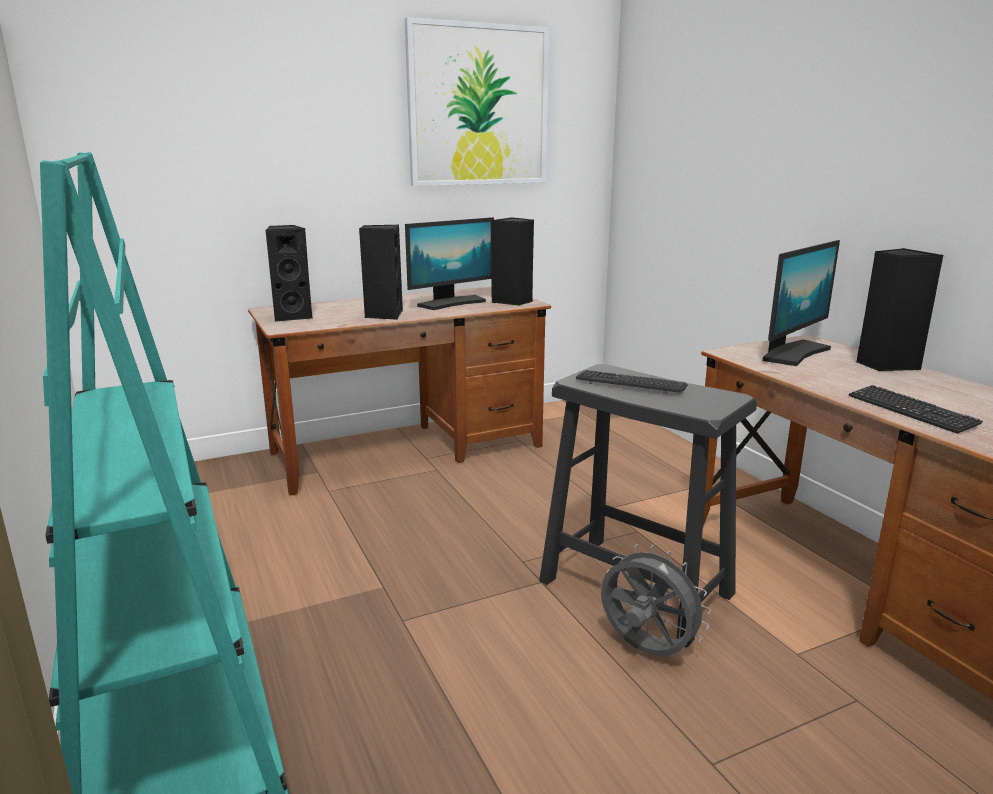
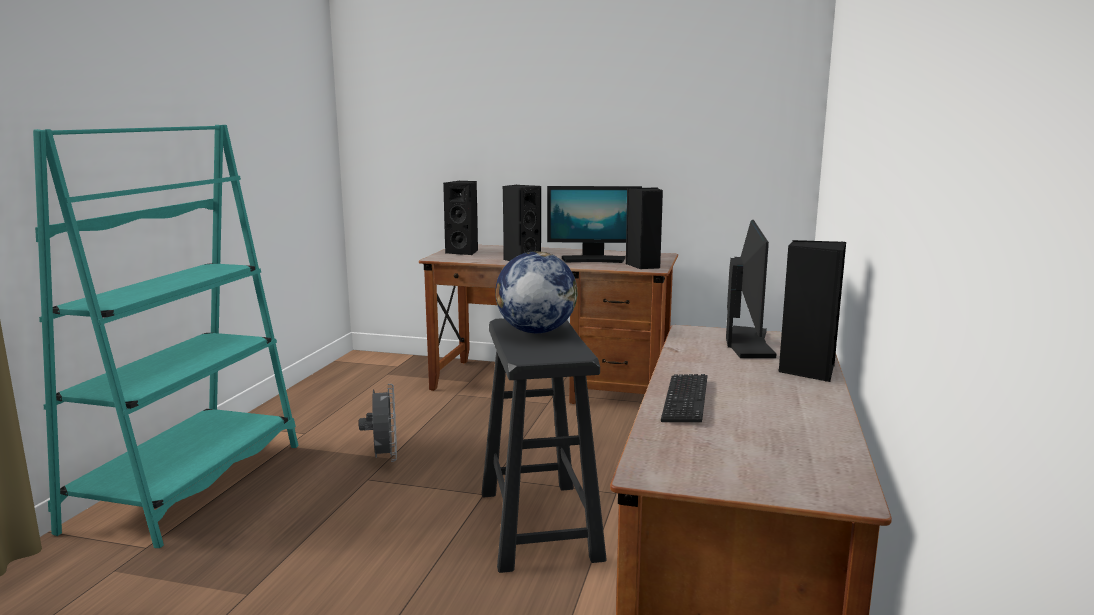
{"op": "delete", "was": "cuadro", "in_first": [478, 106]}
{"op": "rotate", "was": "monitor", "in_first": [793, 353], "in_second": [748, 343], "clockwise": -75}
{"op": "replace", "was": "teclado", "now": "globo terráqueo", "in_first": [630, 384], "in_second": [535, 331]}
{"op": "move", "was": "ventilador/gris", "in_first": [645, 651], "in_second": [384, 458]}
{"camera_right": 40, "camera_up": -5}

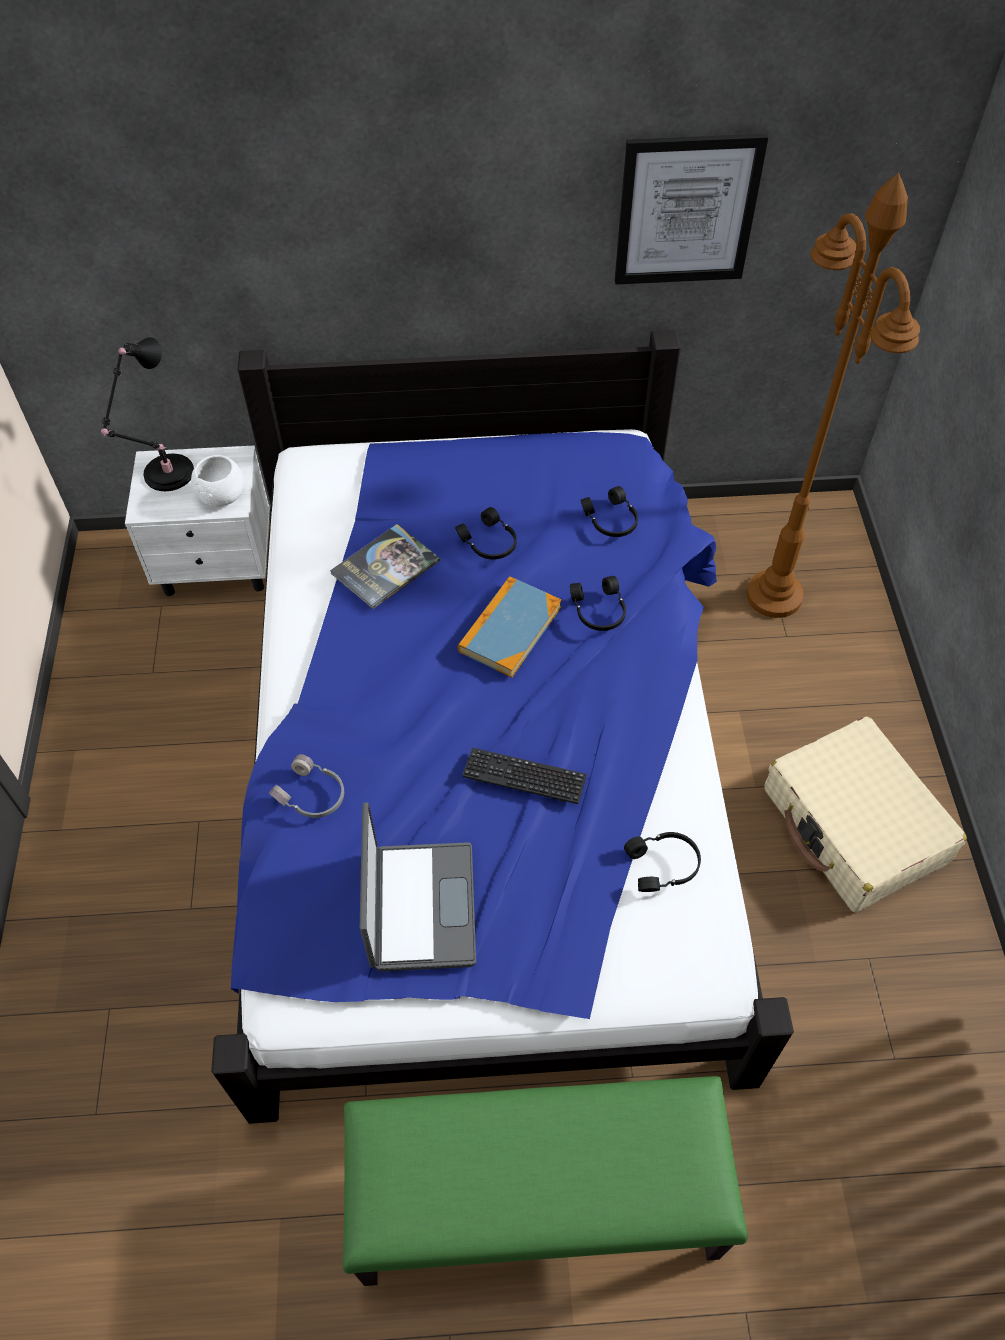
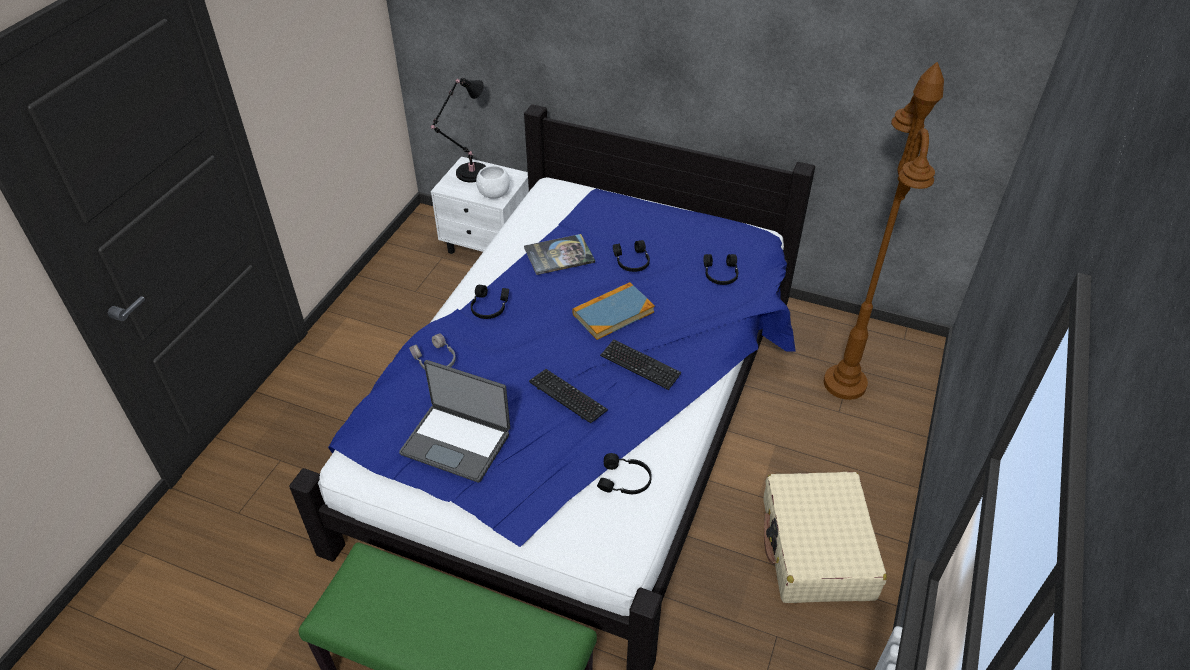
{"op": "delete", "was": "cuadro", "in_first": [686, 211]}
{"op": "move", "was": "auriculares/negro", "in_first": [598, 611], "in_second": [489, 307]}
{"op": "rotate", "was": "portátil", "in_first": [419, 906], "in_second": [457, 442], "clockwise": 90}
{"op": "insert", "now": "teclado", "in_second": [640, 365]}
{"camera_right": 25, "camera_up": -10}

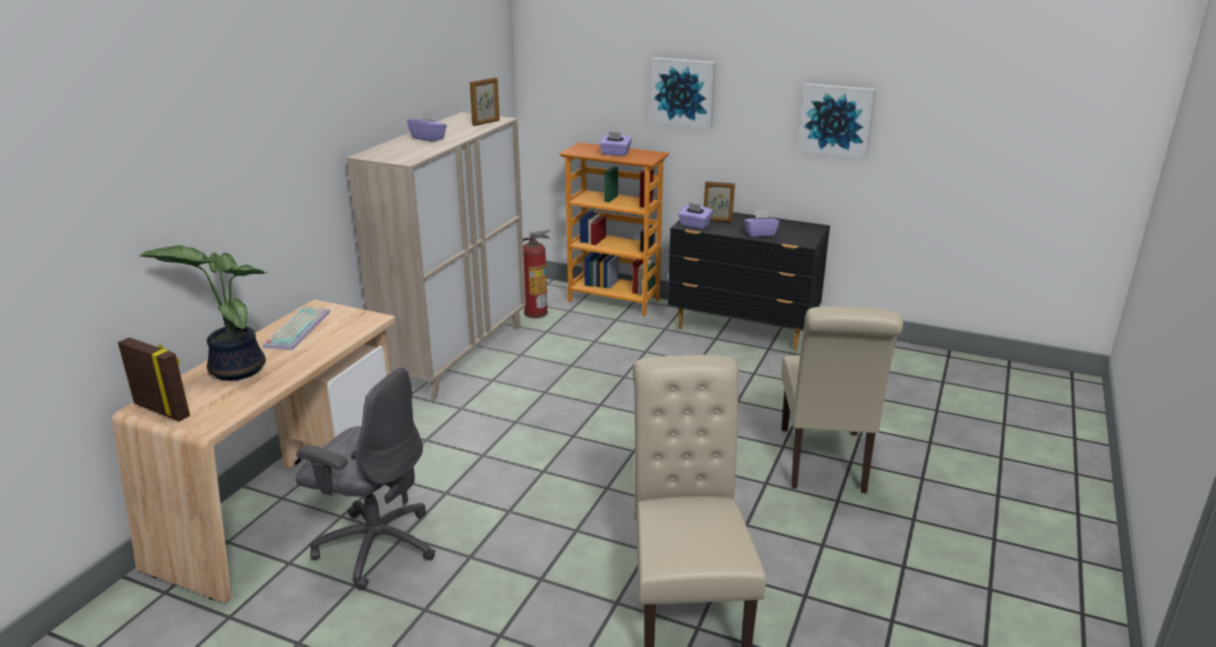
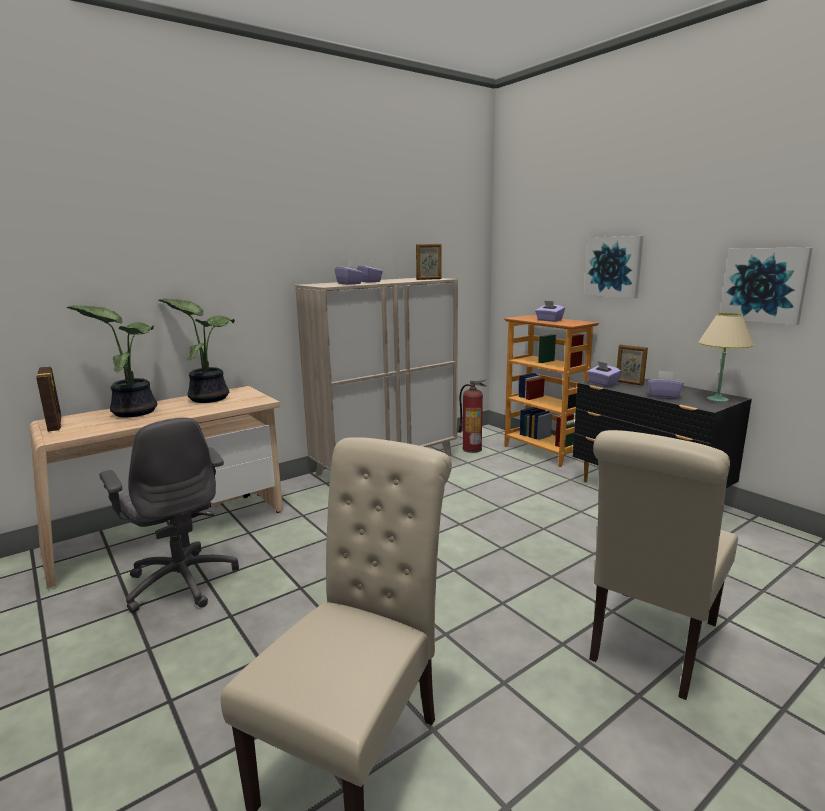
{"op": "replace", "was": "teclado", "now": "planta en maceta", "in_first": [296, 328], "in_second": [209, 398]}
{"op": "insert", "now": "caja de pañuelos/morado", "in_second": [349, 283]}
{"op": "insert", "now": "lámpara de mesa/beis", "in_second": [717, 399]}
{"camera_right": 30, "camera_up": -10}

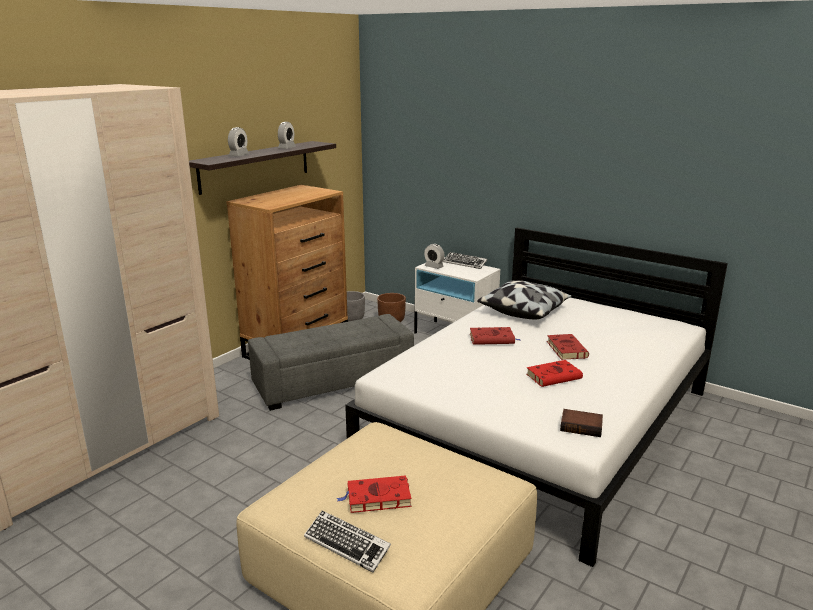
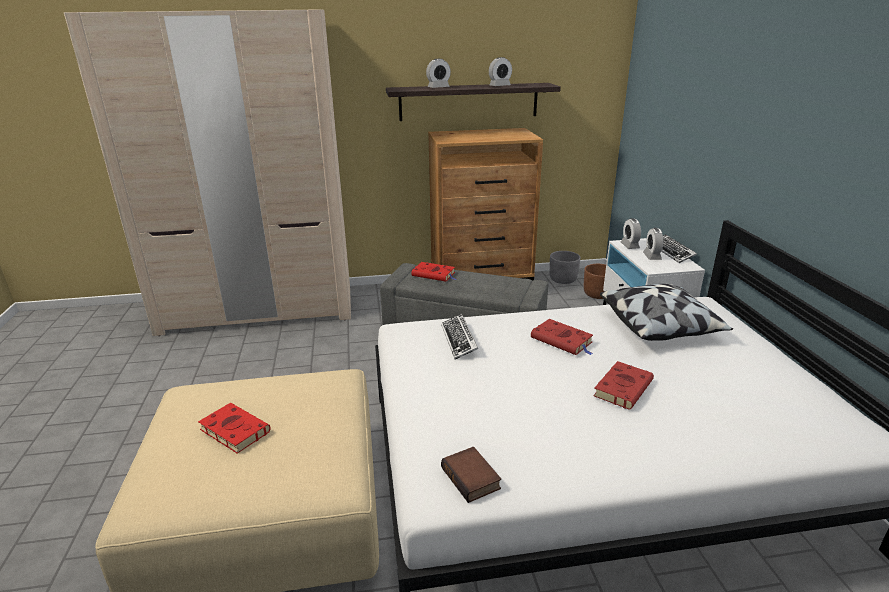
{"op": "move", "was": "libro/rojo", "in_first": [555, 376], "in_second": [434, 274]}
{"op": "move", "was": "teclado", "in_first": [347, 545], "in_second": [459, 340]}
{"op": "insert", "now": "despertador", "in_second": [652, 256]}
{"camera_right": 45, "camera_up": 5}

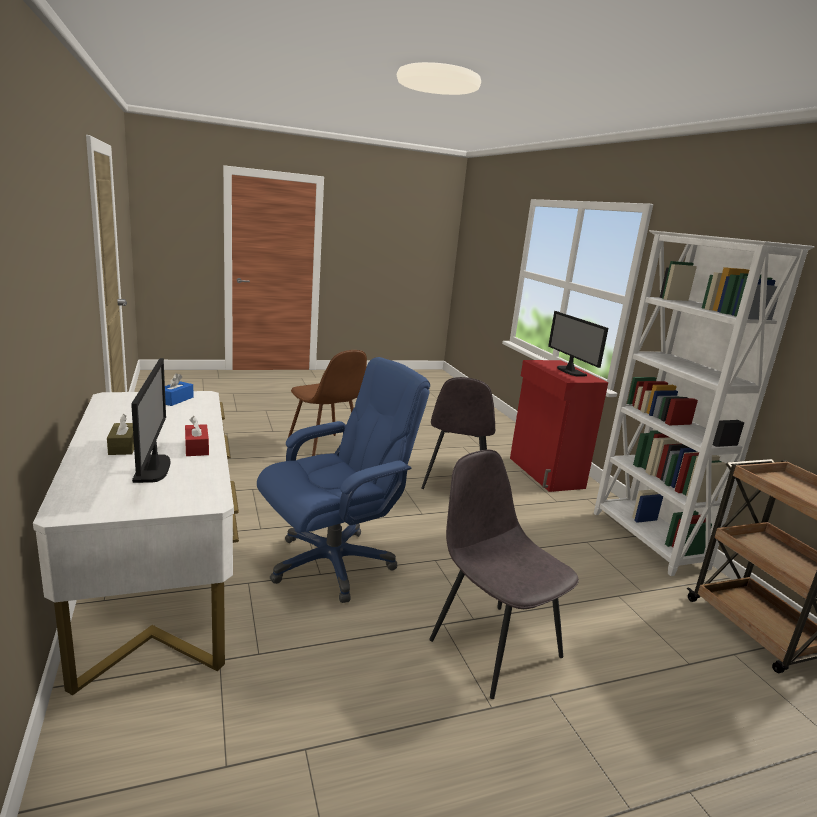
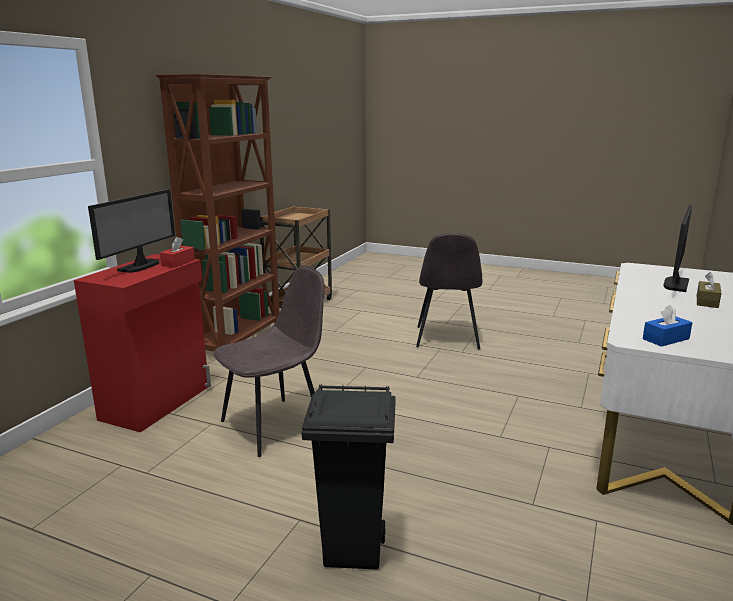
{"op": "recolor", "was": "estantería/blanco", "now": "estantería/marrón", "in_first": [647, 540], "in_second": [238, 339]}
{"op": "replace", "was": "silla/marrón", "now": "papelera/negro", "in_first": [325, 449], "in_second": [354, 551]}
{"op": "delete", "was": "silla de oficina/azul", "in_first": [333, 563]}
{"op": "move", "was": "caja de pañuelos/rojo", "in_first": [197, 447], "in_second": [178, 263]}
{"camera_right": -135, "camera_up": 0}

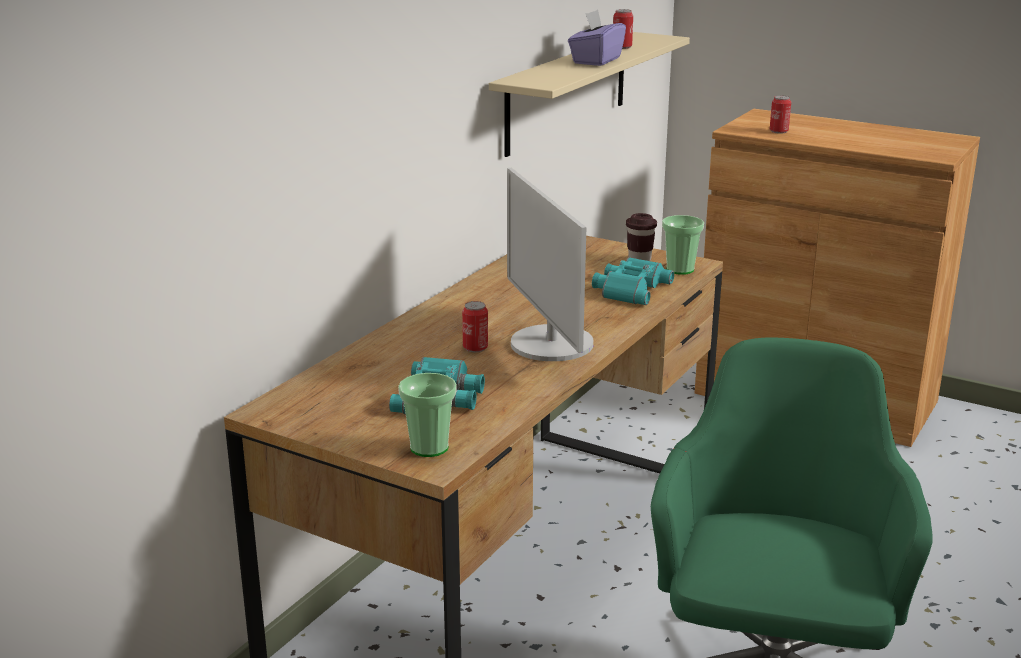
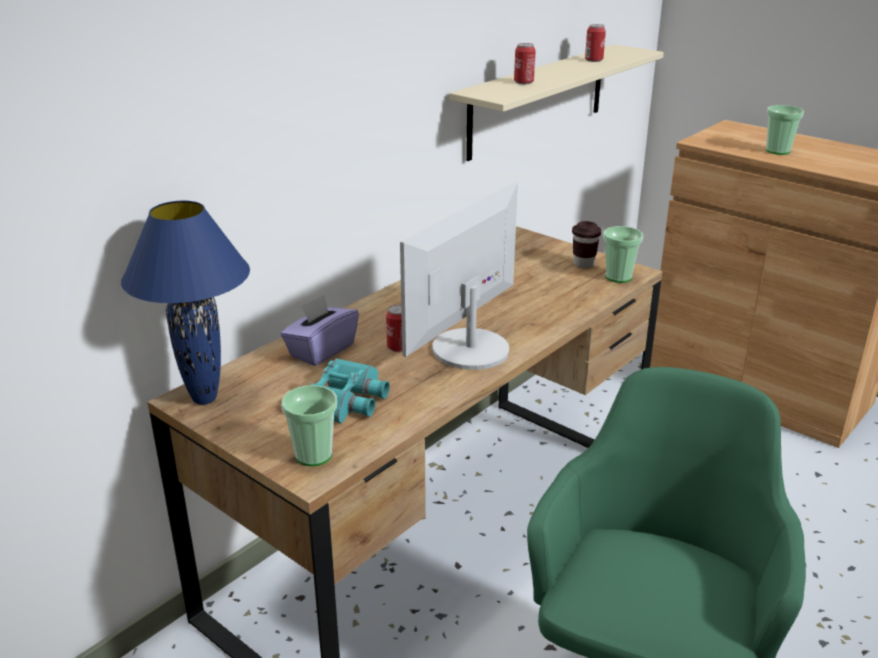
{"op": "move", "was": "caja de pañuelos/morado", "in_first": [596, 61], "in_second": [321, 350]}
{"op": "move", "was": "lata", "in_first": [778, 131], "in_second": [523, 82]}
{"op": "rotate", "was": "monitor", "in_first": [550, 344], "in_second": [469, 349], "clockwise": 45}
{"op": "delete", "was": "prismáticos/turquesa", "in_first": [629, 288]}
{"op": "insert", "now": "taza", "in_second": [777, 151]}
{"op": "insert", "now": "lámpara de mesa/azul", "in_second": [204, 398]}
{"camera_right": 10, "camera_up": 5}

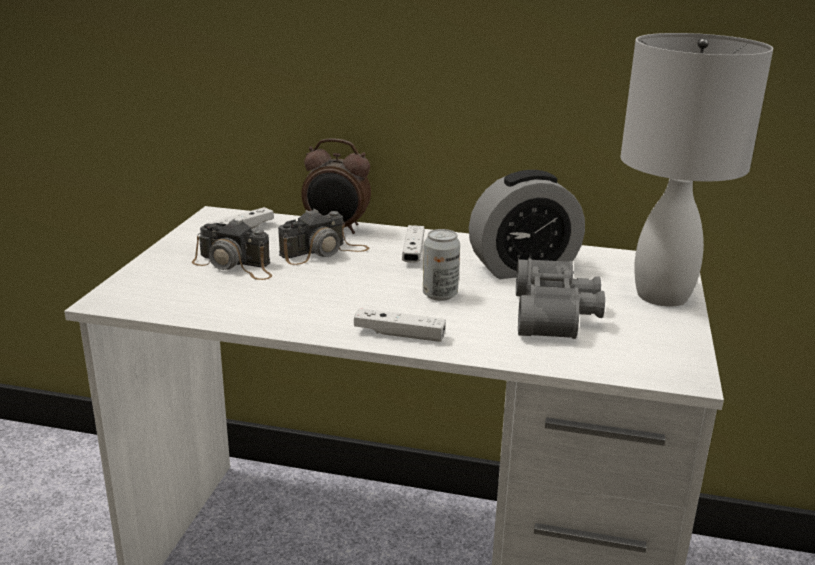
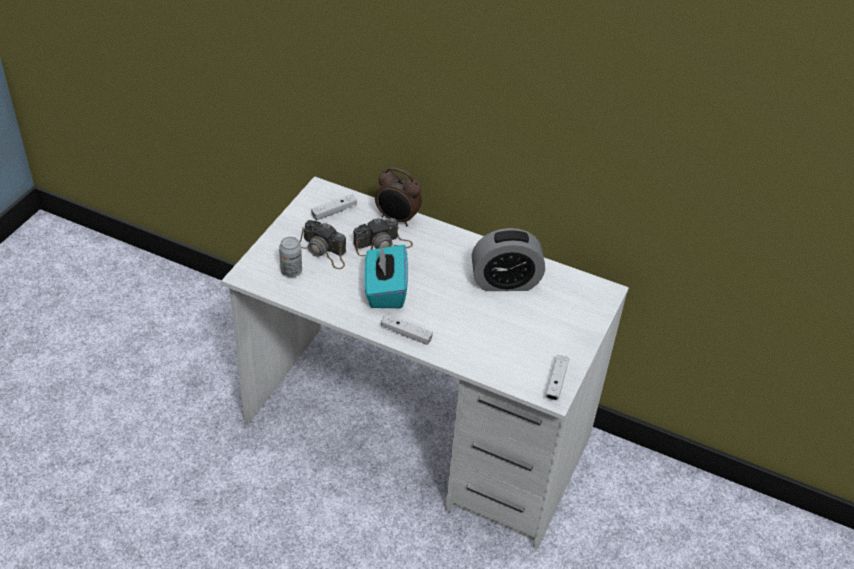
{"op": "delete", "was": "lámpara de mesa/blanco", "in_first": [664, 296]}
{"op": "move", "was": "mando de consola/blanco", "in_first": [413, 252], "in_second": [556, 382]}
{"op": "move", "was": "lata", "in_first": [440, 295], "in_second": [291, 271]}
{"op": "delete", "was": "prismáticos/gris", "in_first": [557, 315]}
{"op": "insert", "now": "caja de pañuelos/turquesa", "in_second": [385, 290]}
{"camera_right": 10, "camera_up": 20}

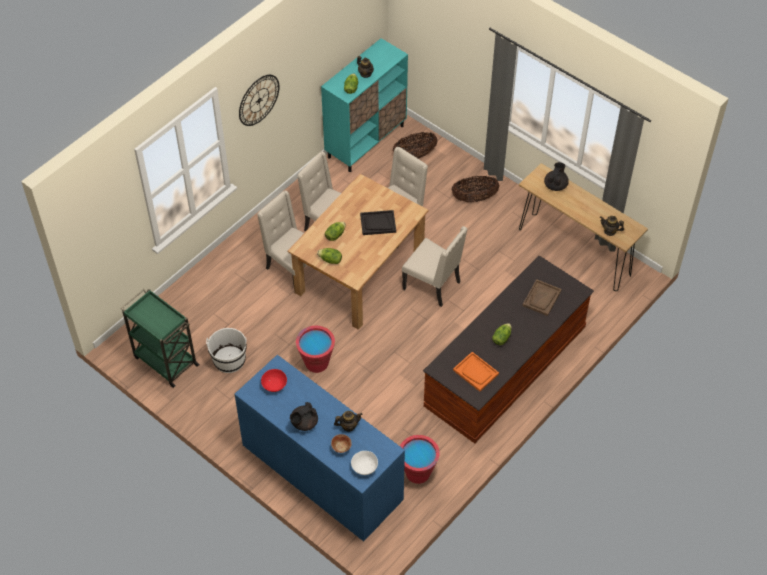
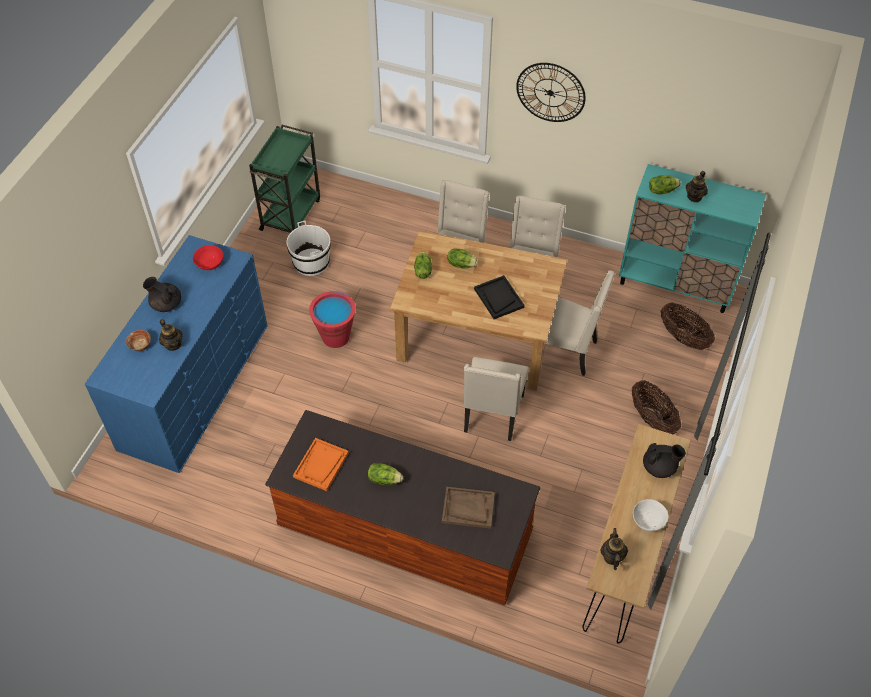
{"op": "delete", "was": "cubo/rojo", "in_first": [418, 472]}
{"op": "move", "was": "cuenco/blanco", "in_first": [364, 467], "in_second": [648, 520]}
{"camera_right": 70, "camera_up": 0}

